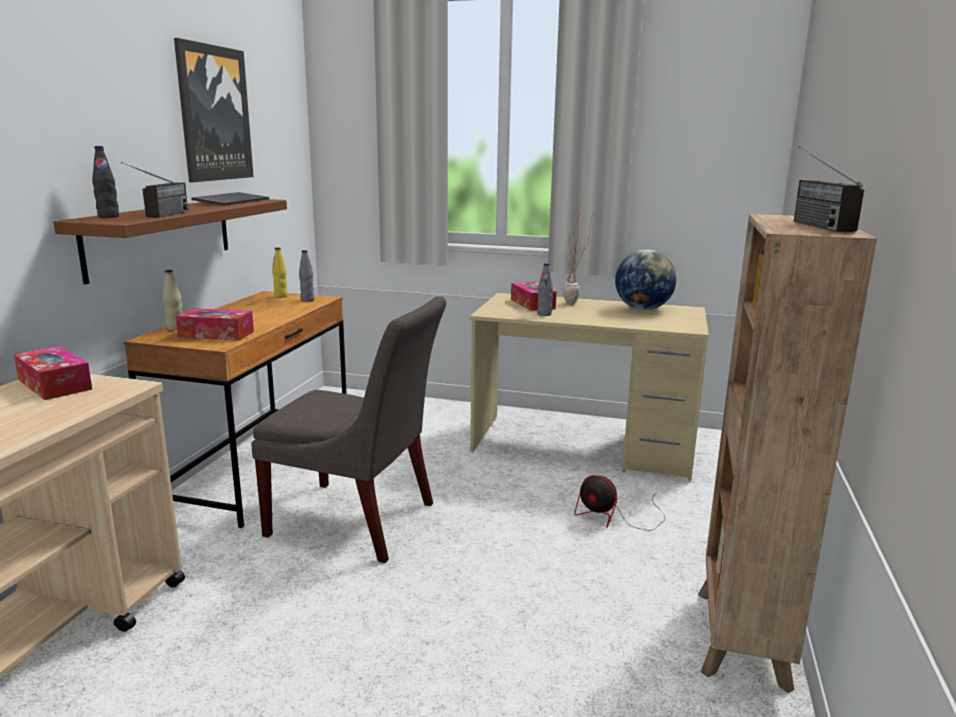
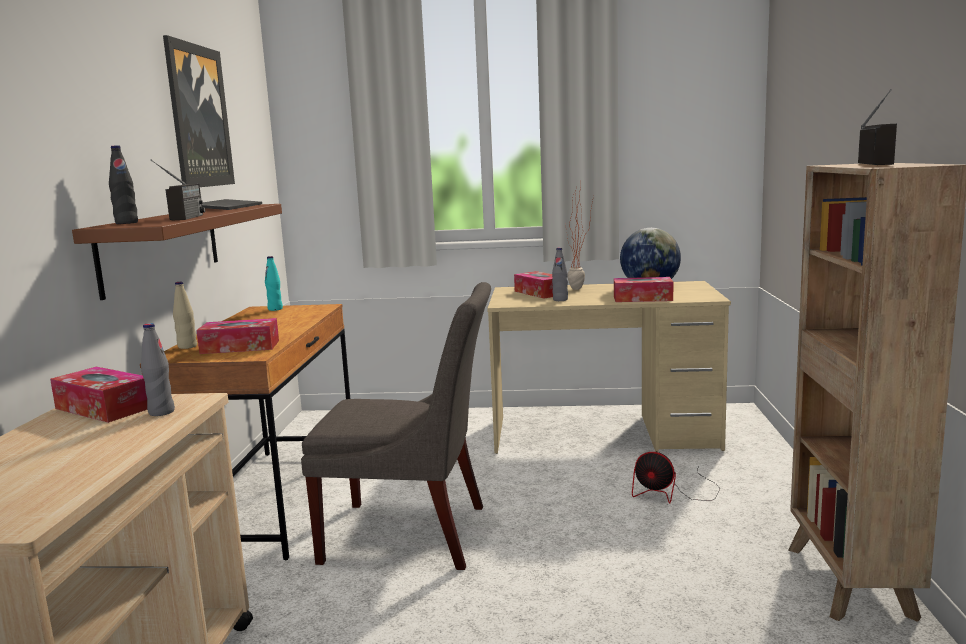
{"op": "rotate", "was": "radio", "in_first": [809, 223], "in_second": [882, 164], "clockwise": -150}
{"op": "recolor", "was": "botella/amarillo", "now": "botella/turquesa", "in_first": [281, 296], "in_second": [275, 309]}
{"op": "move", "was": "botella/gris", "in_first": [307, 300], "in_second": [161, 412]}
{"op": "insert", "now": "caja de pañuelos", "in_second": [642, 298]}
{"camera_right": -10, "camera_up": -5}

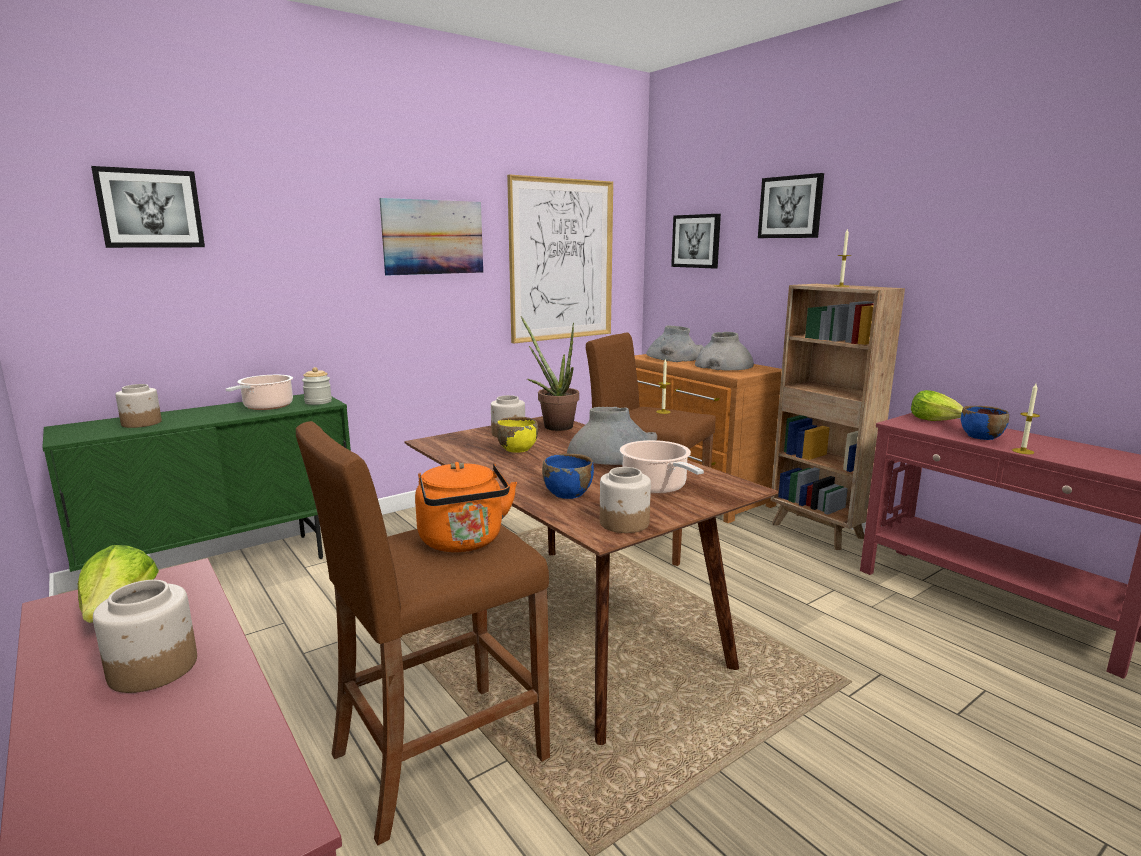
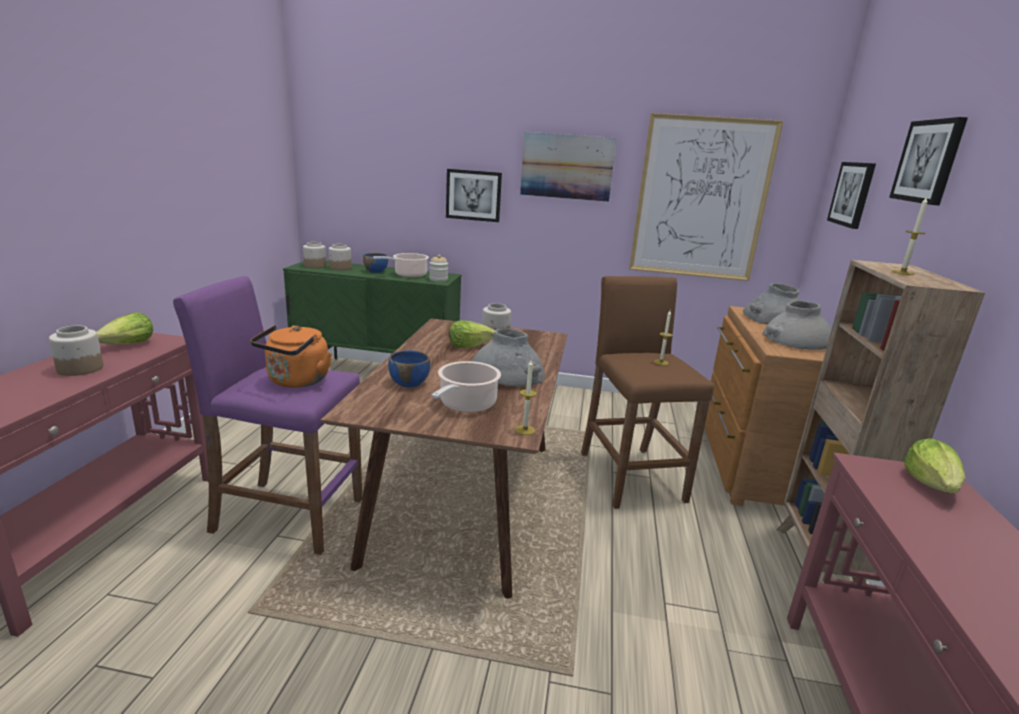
{"op": "move", "was": "cuadro", "in_first": [150, 208], "in_second": [473, 195]}
{"op": "delete", "was": "planta en maceta", "in_first": [553, 425]}
{"op": "move", "was": "vela", "in_first": [1023, 451], "in_second": [525, 430]}
{"op": "move", "was": "cuenco/azul", "in_first": [981, 436], "in_second": [375, 271]}
{"op": "replace", "was": "cuenco/amarillo", "now": "lechuga", "in_first": [517, 449], "in_second": [469, 346]}
{"op": "recolor", "was": "taburete/marrón", "now": "taburete/morado", "in_first": [438, 756], "in_second": [288, 515]}
{"op": "move", "was": "tarro", "in_first": [624, 523], "in_second": [315, 266]}
{"camera_right": 45, "camera_up": 5}

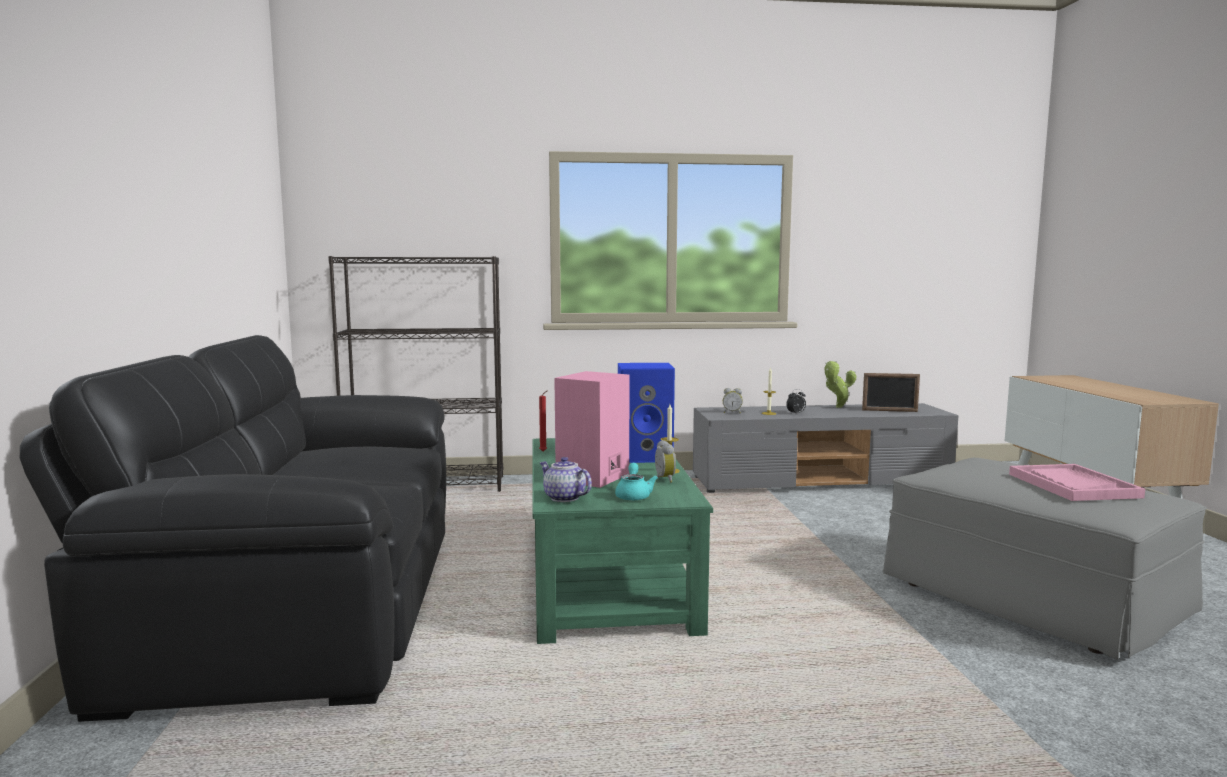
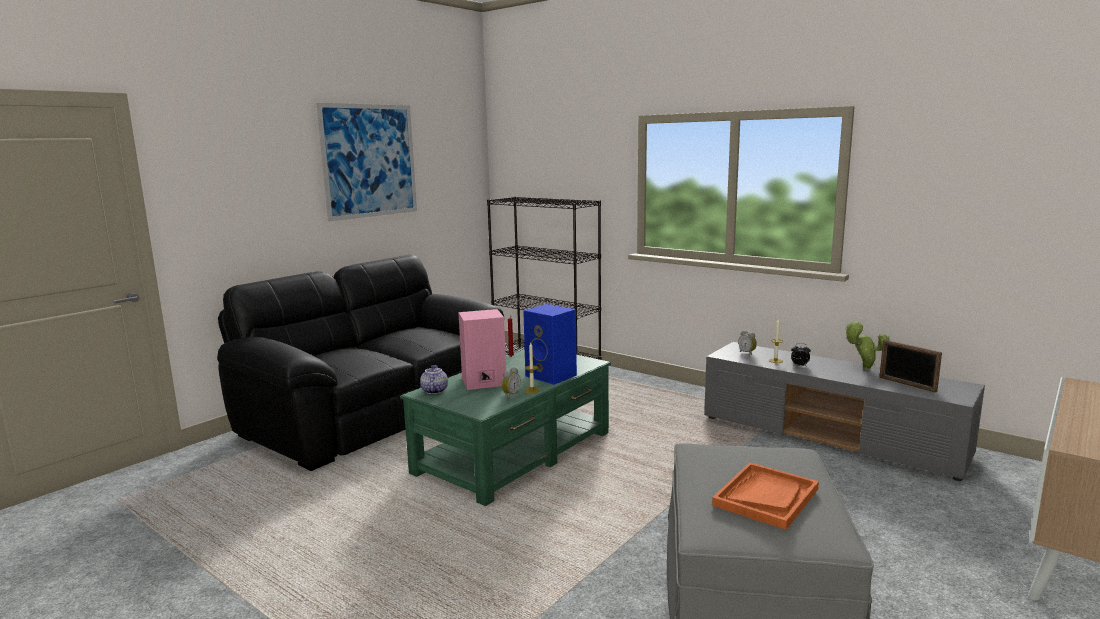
{"op": "delete", "was": "tetera/turquesa", "in_first": [634, 495]}
{"op": "recolor", "was": "bandeja/rosa", "now": "bandeja/naranja", "in_first": [1072, 485], "in_second": [766, 497]}
{"op": "insert", "now": "cuadro", "in_second": [370, 161]}
{"camera_right": 45, "camera_up": 5}

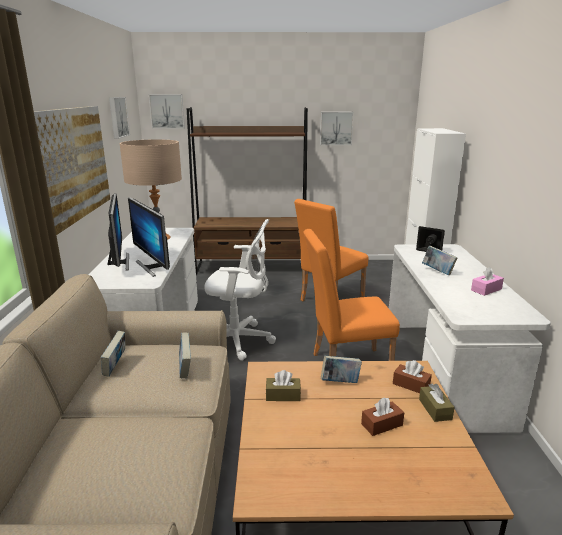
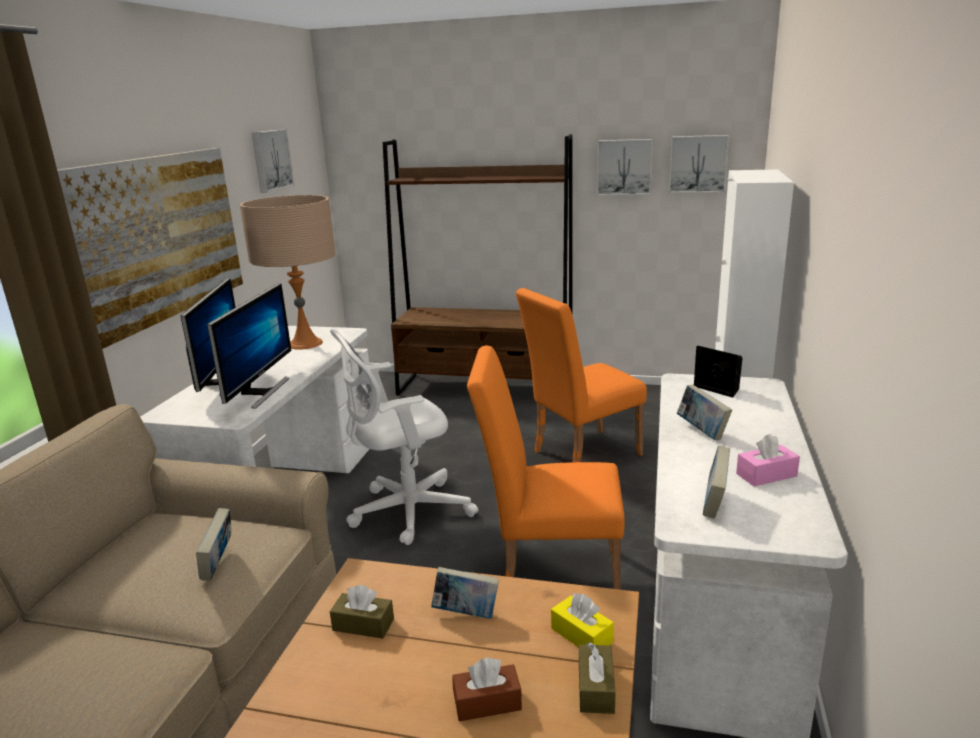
{"op": "move", "was": "cuadro", "in_first": [167, 111], "in_second": [698, 164]}
{"op": "rotate", "was": "monitor", "in_first": [152, 266], "in_second": [260, 392], "clockwise": -150}
{"op": "rotate", "was": "silla de oficina/blanco", "in_first": [238, 340], "in_second": [405, 512], "clockwise": 135}
{"op": "move", "was": "libro", "in_first": [115, 367], "in_second": [714, 504]}
{"op": "recolor", "was": "caja de pañuelos/marrón", "now": "caja de pañuelos/amarillo", "in_first": [411, 385], "in_second": [581, 635]}
{"camera_right": 15, "camera_up": 0}

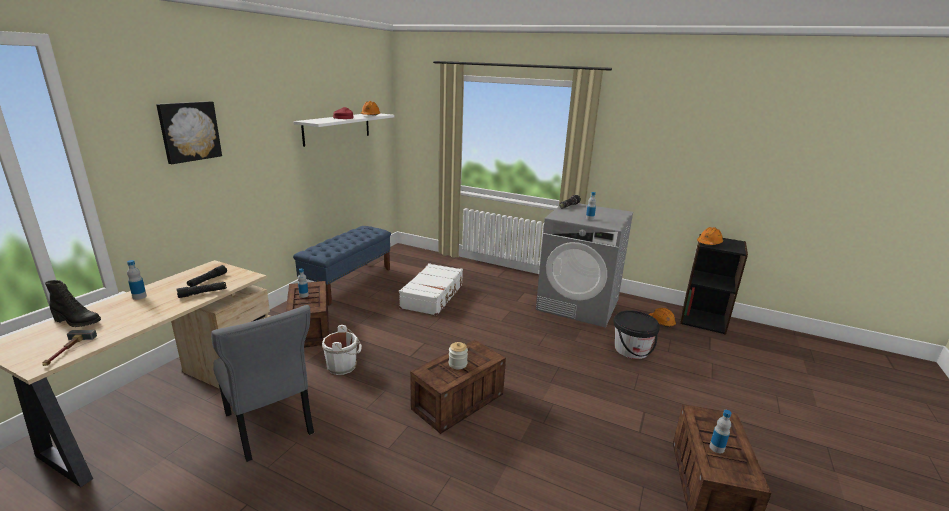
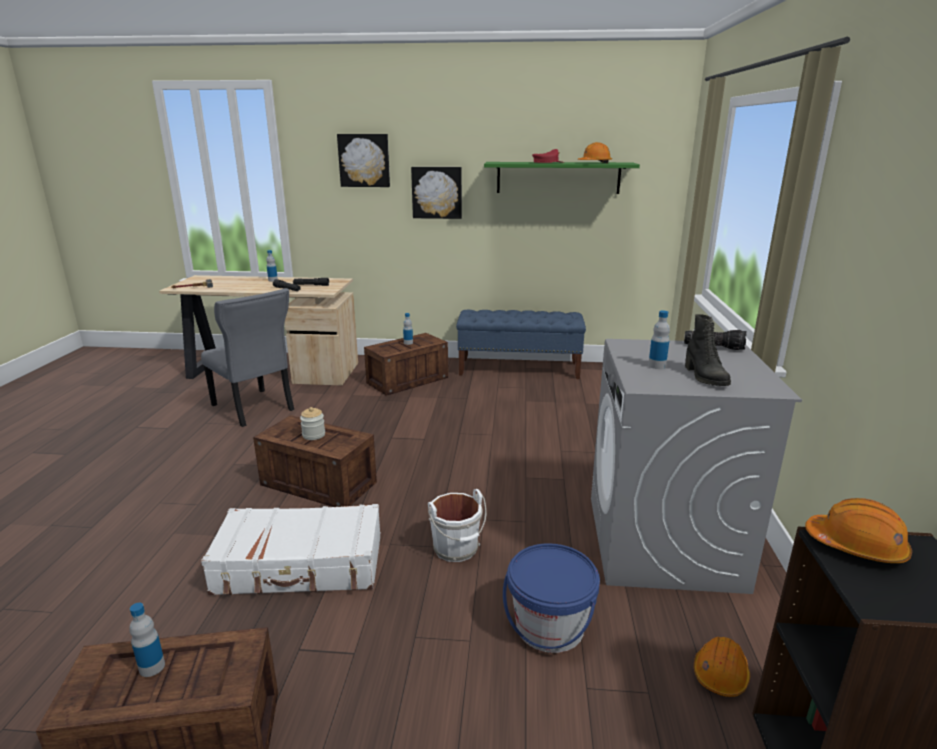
{"op": "recolor", "was": "estante/blanco", "now": "estante/verde", "in_first": [337, 128], "in_second": [558, 177]}
{"op": "move", "was": "maleta/blanco", "in_first": [433, 296], "in_second": [300, 565]}
{"op": "move", "was": "bota/negro", "in_first": [77, 322], "in_second": [704, 377]}
{"op": "rotate", "was": "silla/gris", "in_first": [270, 426], "in_second": [254, 409], "clockwise": -75}
{"op": "recolor", "was": "cubo/negro", "now": "cubo/azul", "in_first": [631, 349], "in_second": [549, 626]}
{"op": "move", "was": "cubo/blanco", "in_first": [343, 366], "in_second": [457, 549]}
{"op": "insert", "now": "cuadro", "in_second": [437, 192]}
{"camera_right": 70, "camera_up": 0}

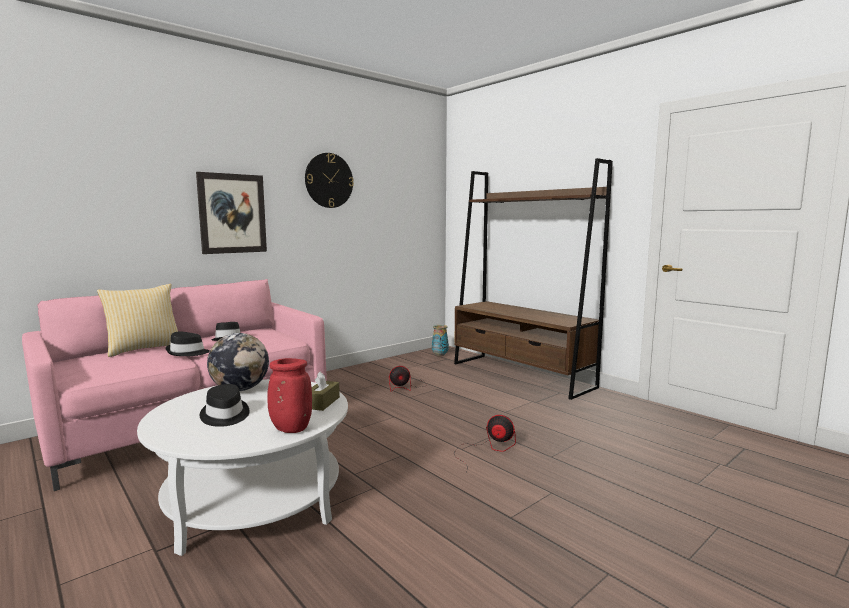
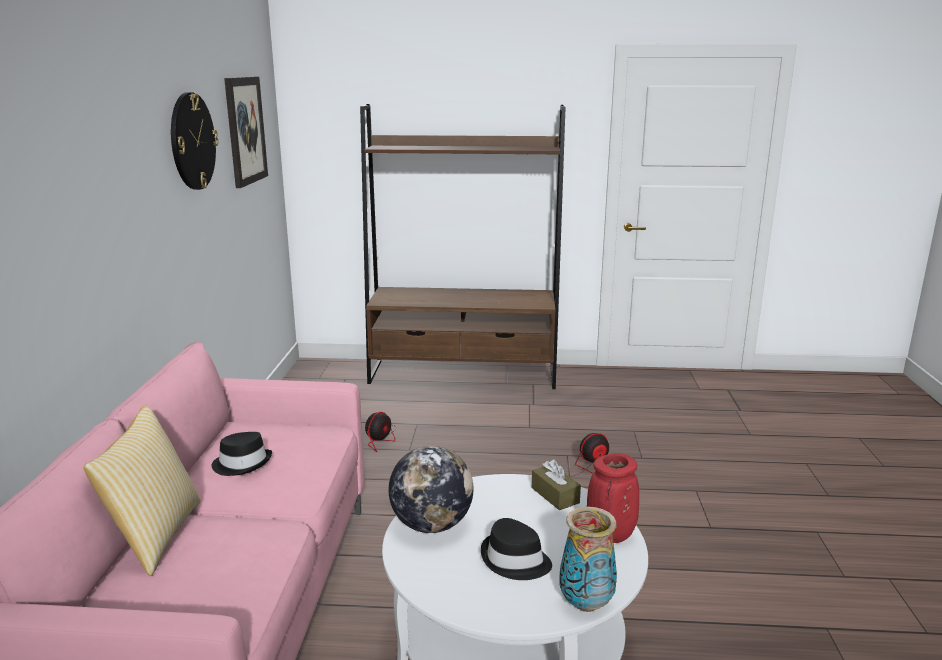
{"op": "move", "was": "cuadro", "in_first": [232, 213], "in_second": [245, 130]}
{"op": "move", "was": "florero", "in_first": [440, 355], "in_second": [586, 604]}
{"op": "delete", "was": "sombrero/negro", "in_first": [187, 352]}
{"camera_right": -45, "camera_up": 10}

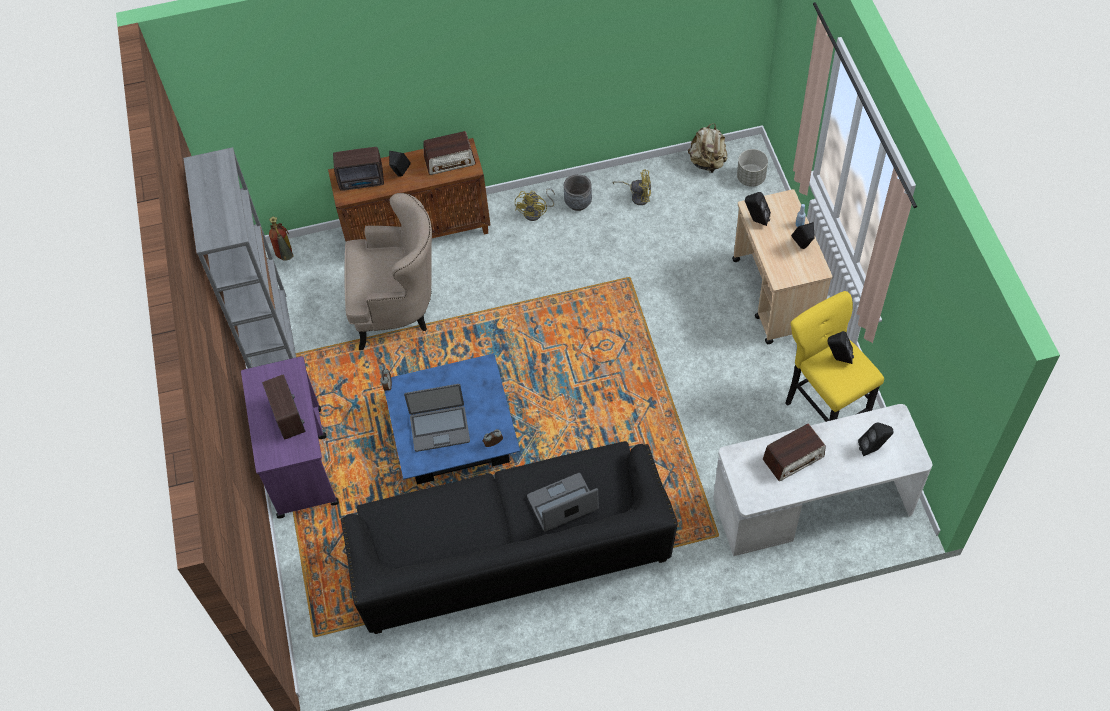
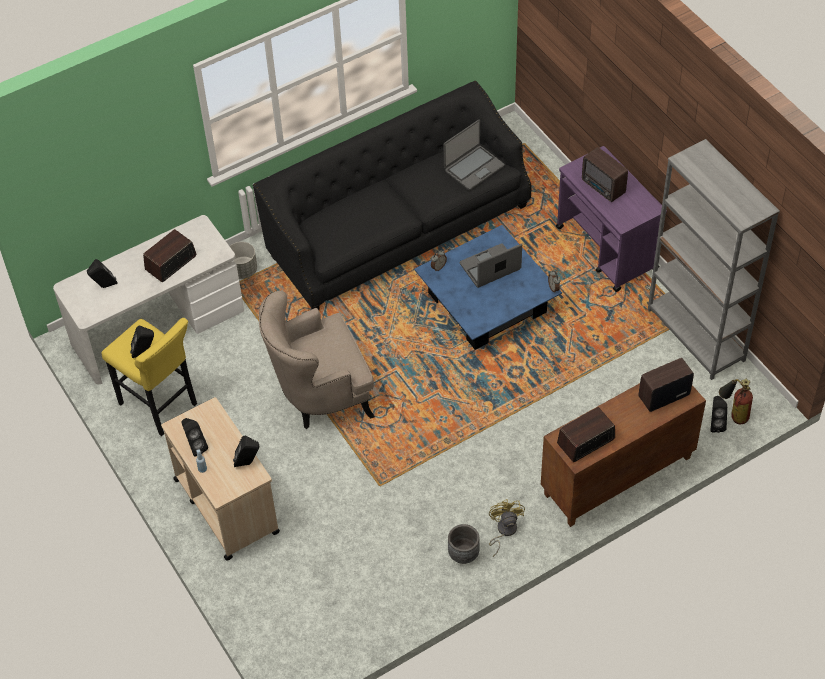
{"op": "delete", "was": "mochila/beis", "in_first": [707, 162]}
{"op": "move", "was": "maceta/gris", "in_first": [750, 177], "in_second": [243, 270]}
{"op": "move", "was": "altavoz/negro", "in_first": [400, 175], "in_second": [715, 424]}
{"op": "delete", "was": "ventilador/amarillo", "in_first": [637, 196]}
{"op": "move", "was": "sillón/beis", "in_first": [398, 308], "in_second": [320, 396]}
{"op": "move", "was": "portátil", "in_first": [563, 504], "in_second": [473, 168]}
{"camera_right": 160, "camera_up": -5}

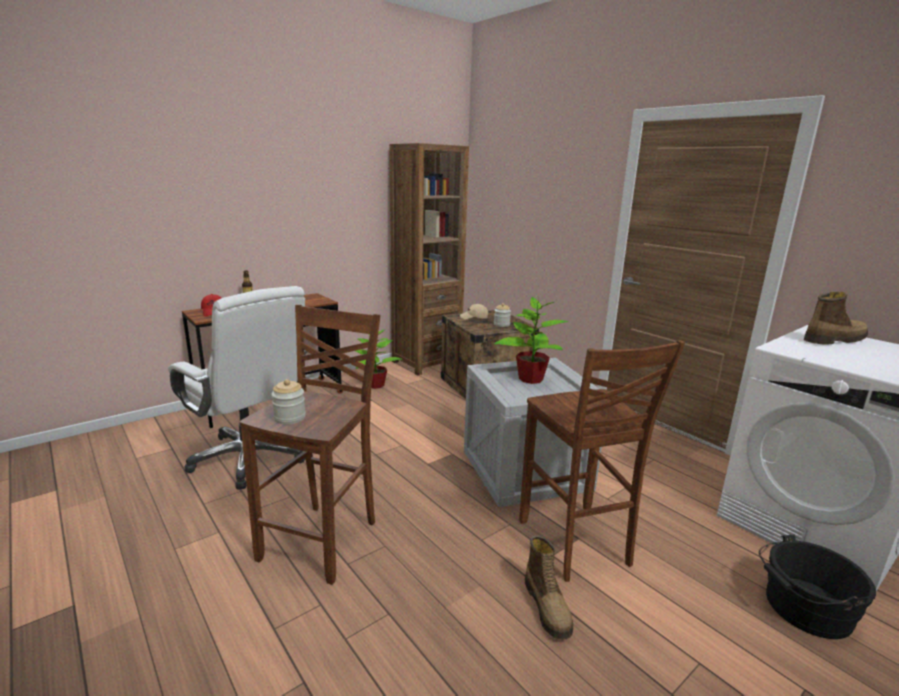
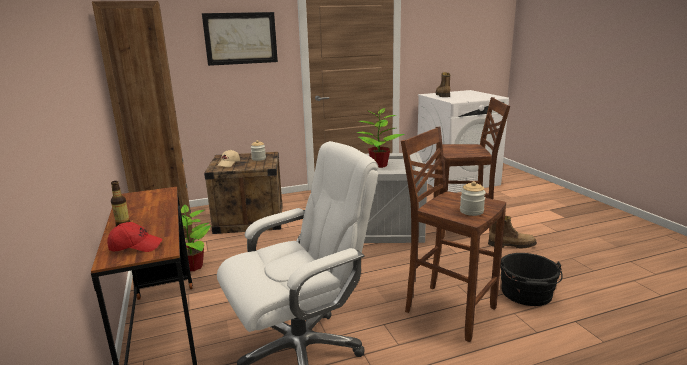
{"op": "move", "was": "cubo/negro", "in_first": [803, 608], "in_second": [527, 294]}
{"op": "insert", "now": "cuadro", "in_second": [241, 38]}
{"camera_right": -70, "camera_up": 0}

